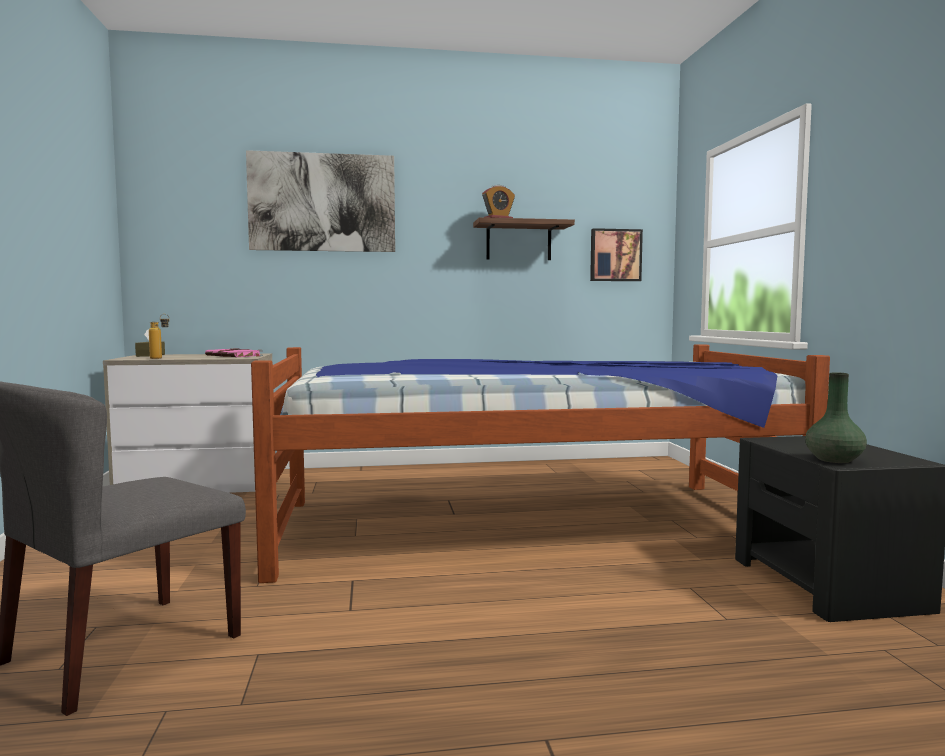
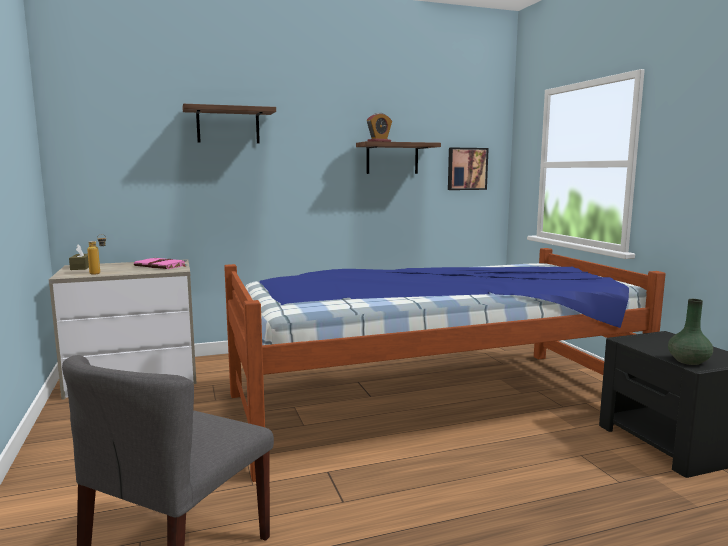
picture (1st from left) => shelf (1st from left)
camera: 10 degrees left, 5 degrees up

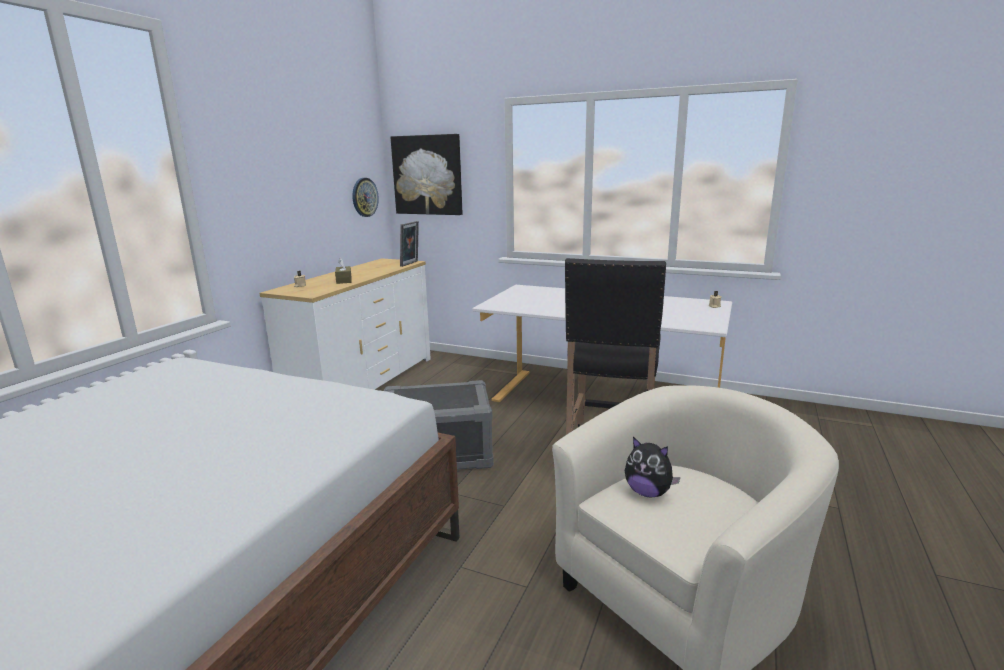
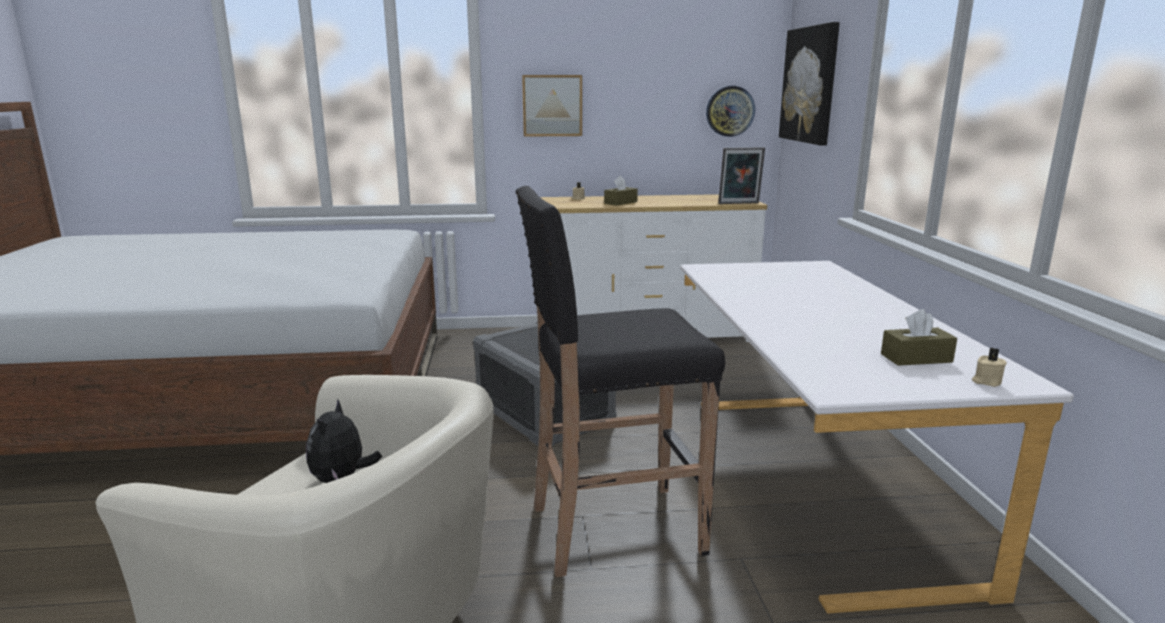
nothing => picture (1st from left)
nothing => tissue box (brown) (2nd from left)
camera: 60 degrees right, 0 degrees up

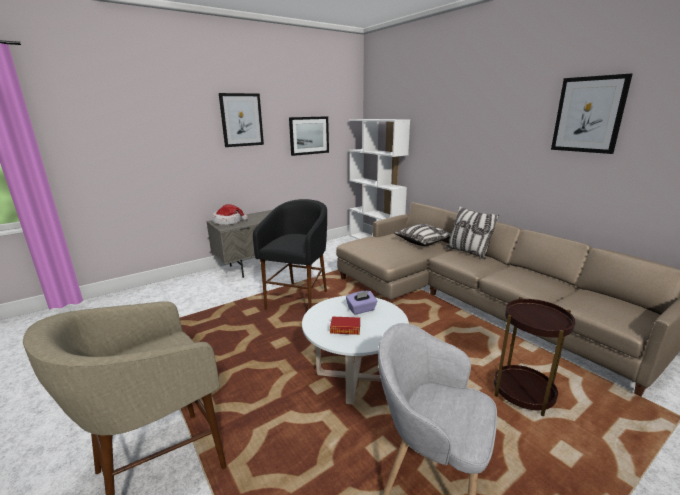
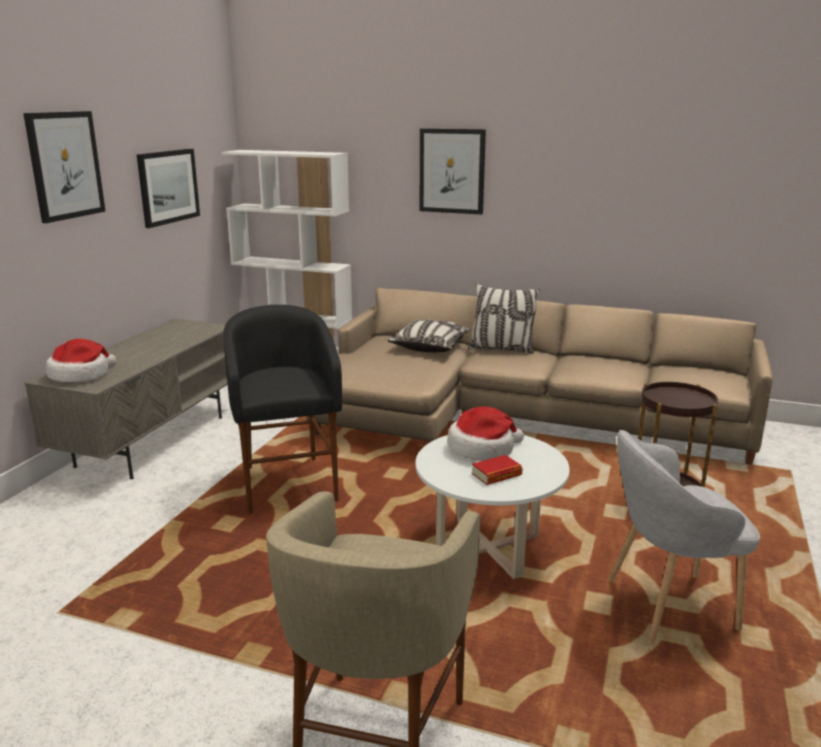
picture (3rd from left), moved
tissue box (purple) => hat (2nd from left)
camera: 35 degrees left, 0 degrees up

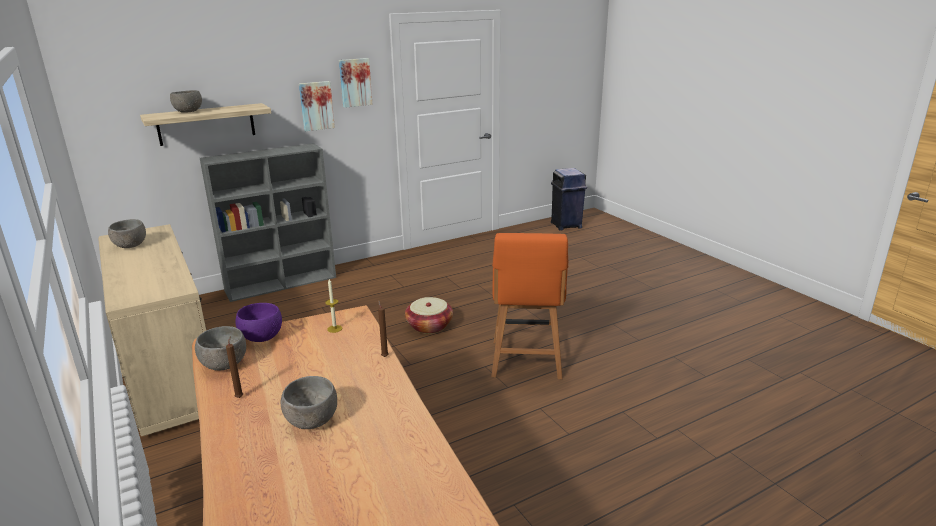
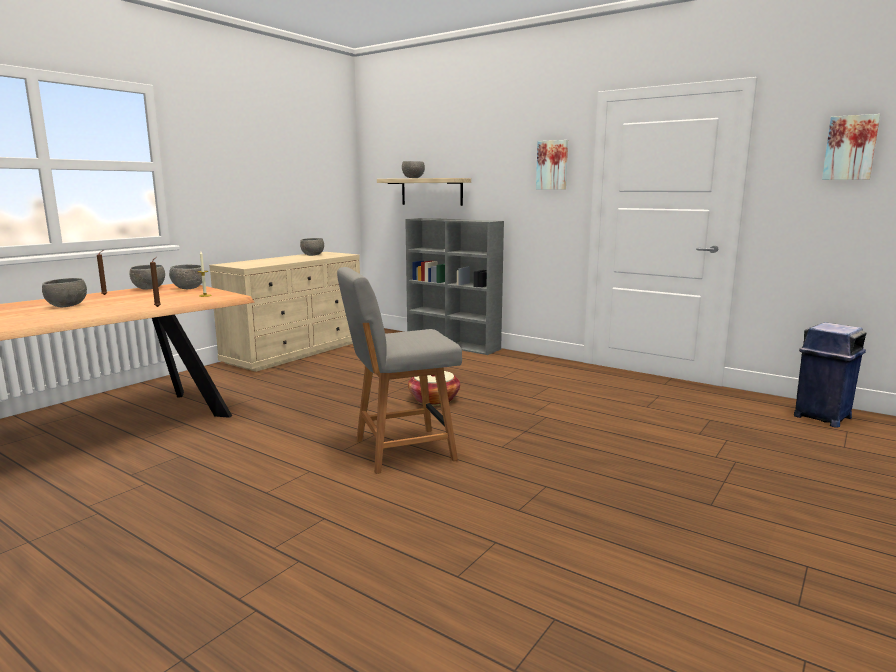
picture (1st from left in the first image) => picture (2nd from left), moved
bowl (purple) => bowl (grey) (3rd from left)
chair (orange) => chair (grey)
camera: 65 degrees right, 10 degrees down

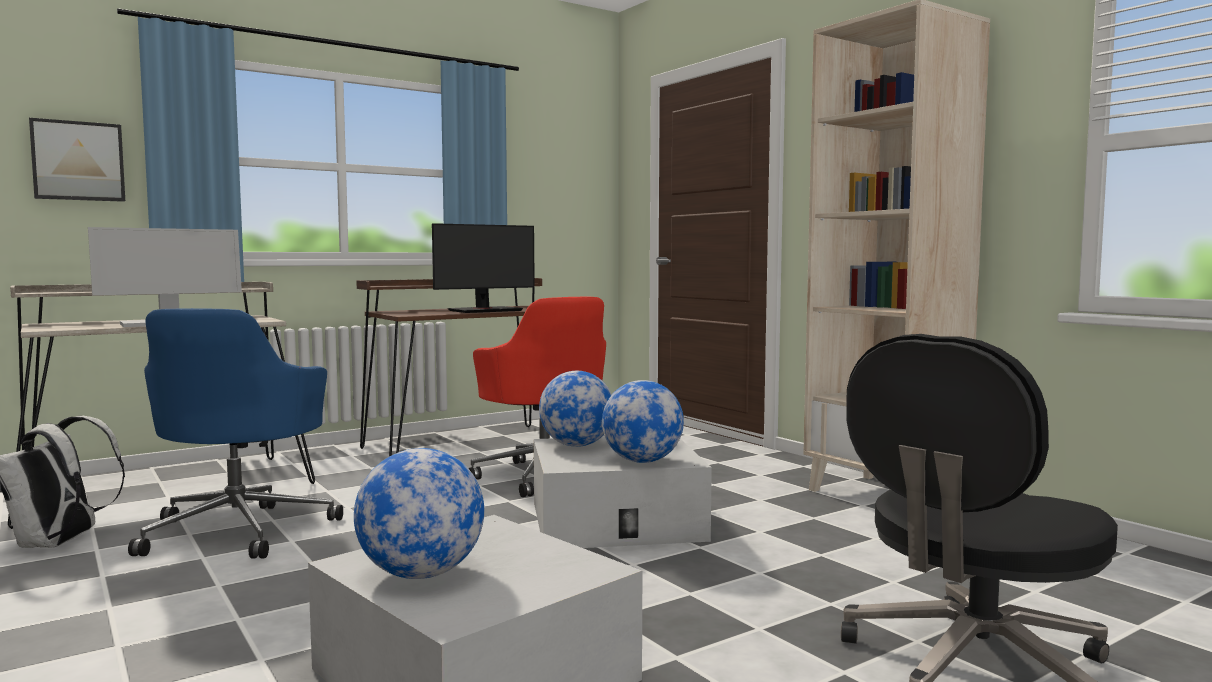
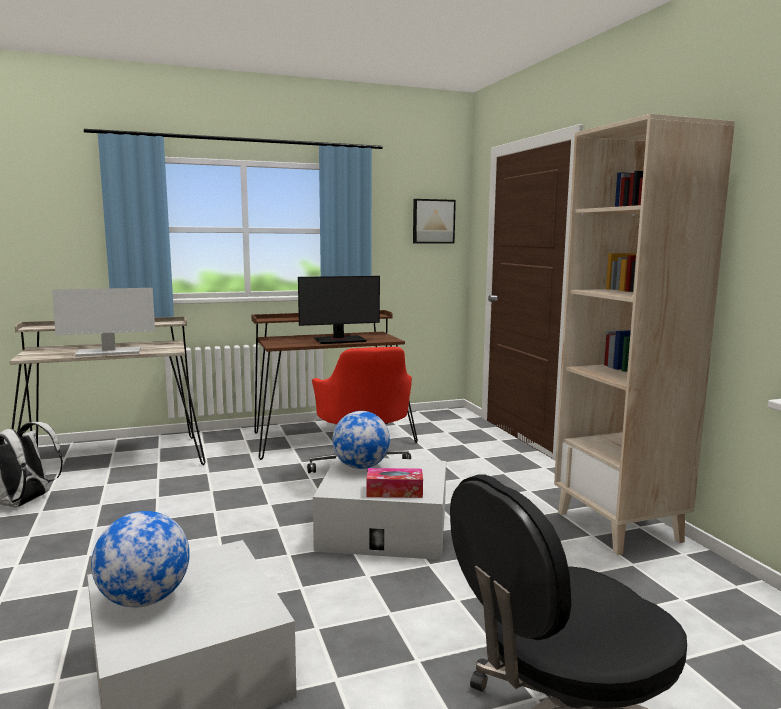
office chair (blue) => nothing
picture, moved
globe (3rd from left) => tissue box
camera: 15 degrees right, 5 degrees up

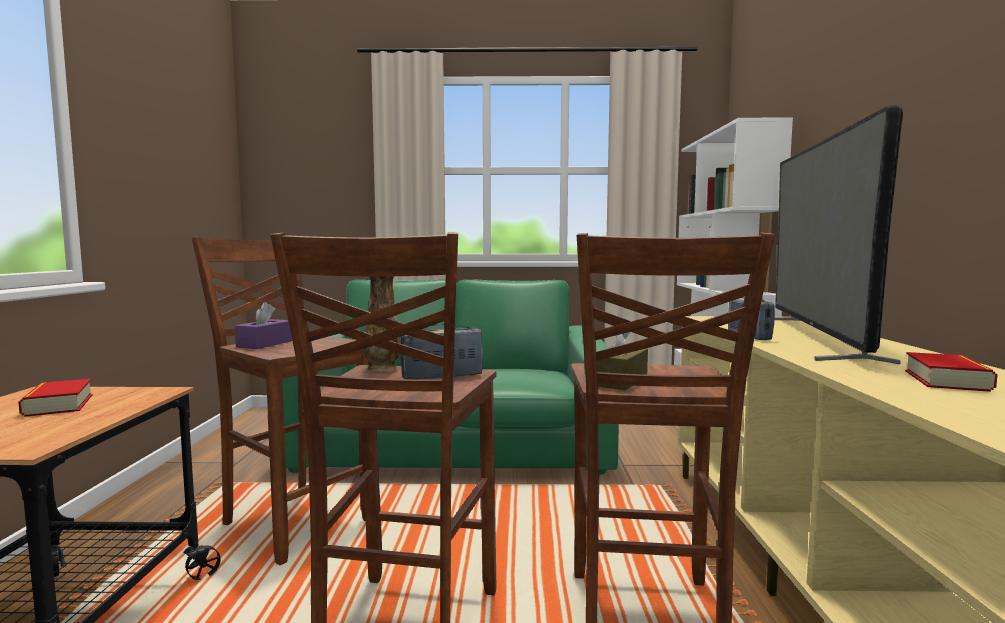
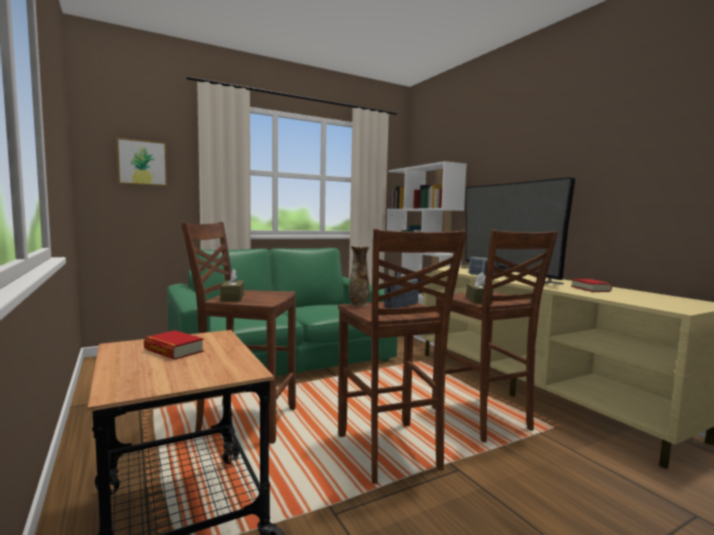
nothing => picture
tissue box (purple) => tissue box (brown) (1st from left)
camera: 30 degrees left, 0 degrees up

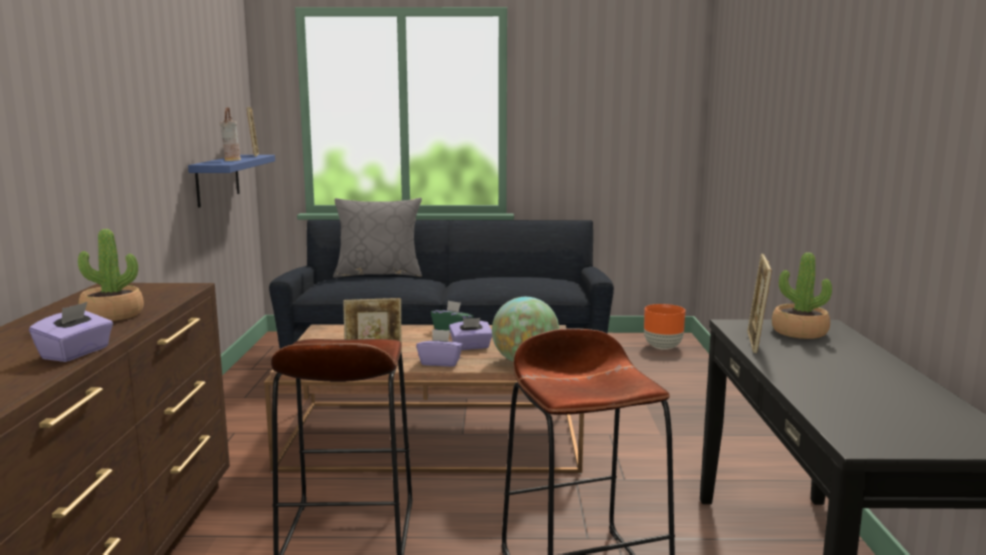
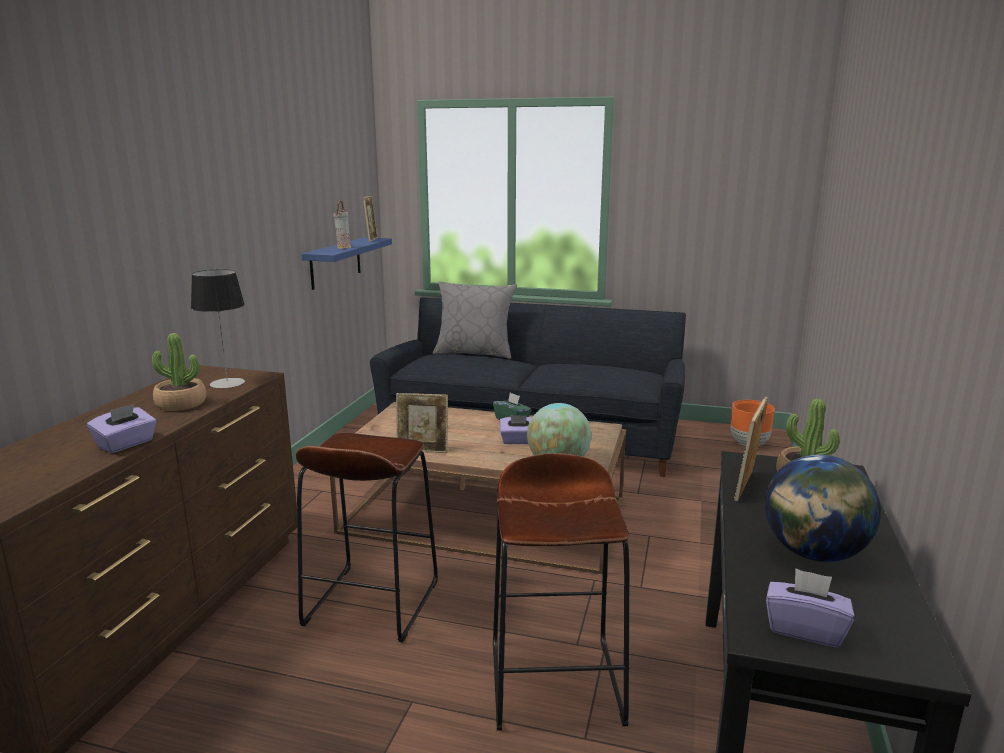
nothing => table lamp
nothing => globe (2nd from left)
tissue box (purple) (2nd from left in the first image) => tissue box (purple) (3rd from left), moved
camera: 15 degrees right, 5 degrees up

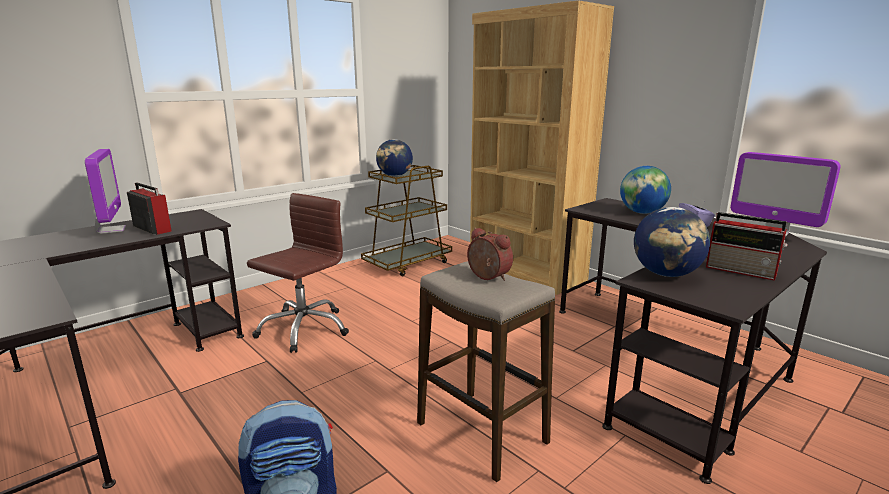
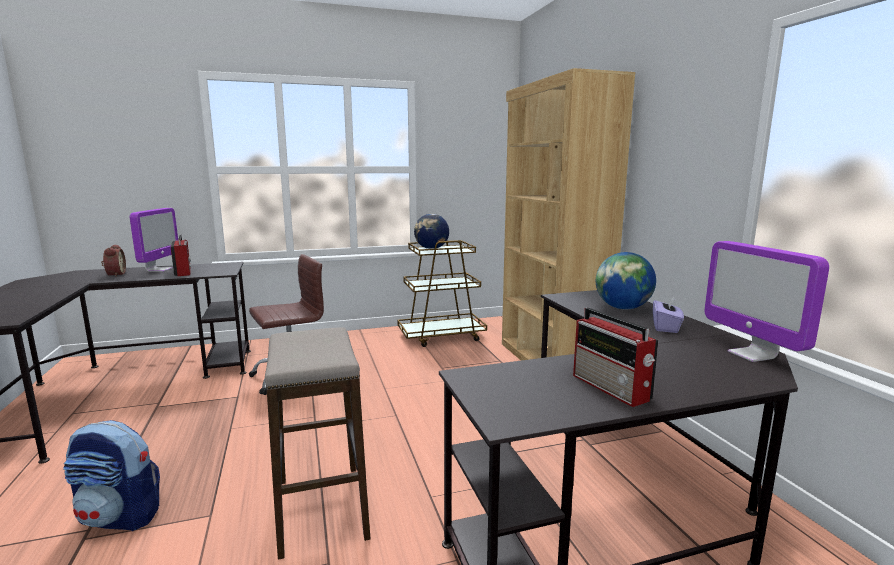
globe (3rd from left) => nothing
alarm clock, moved
camera: 25 degrees right, 5 degrees down

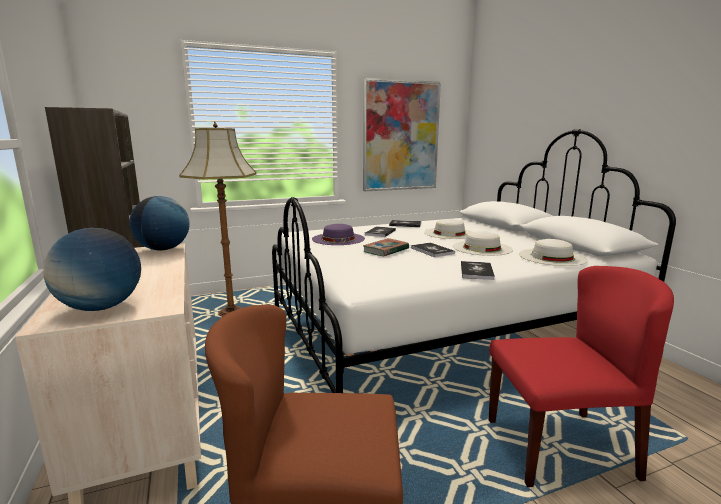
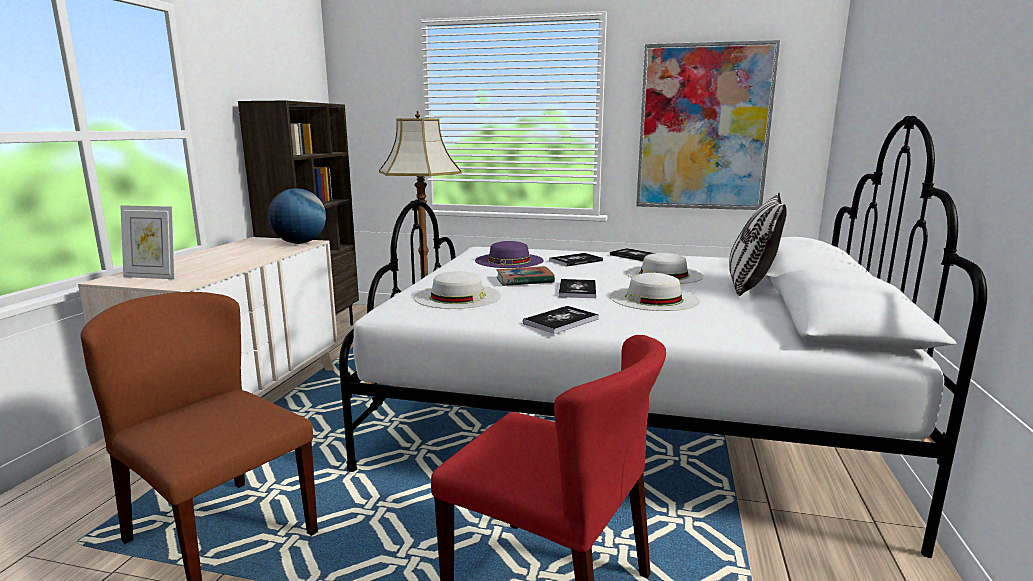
nothing => pillow
hat (white) (3rd from left in the first image) => hat (white) (1st from left), moved
globe (1st from left) => picture frame
camera: 35 degrees right, 0 degrees up

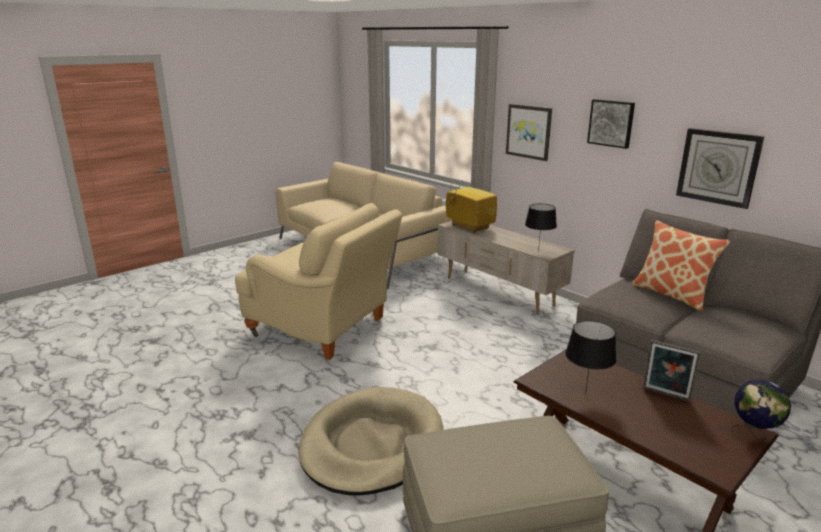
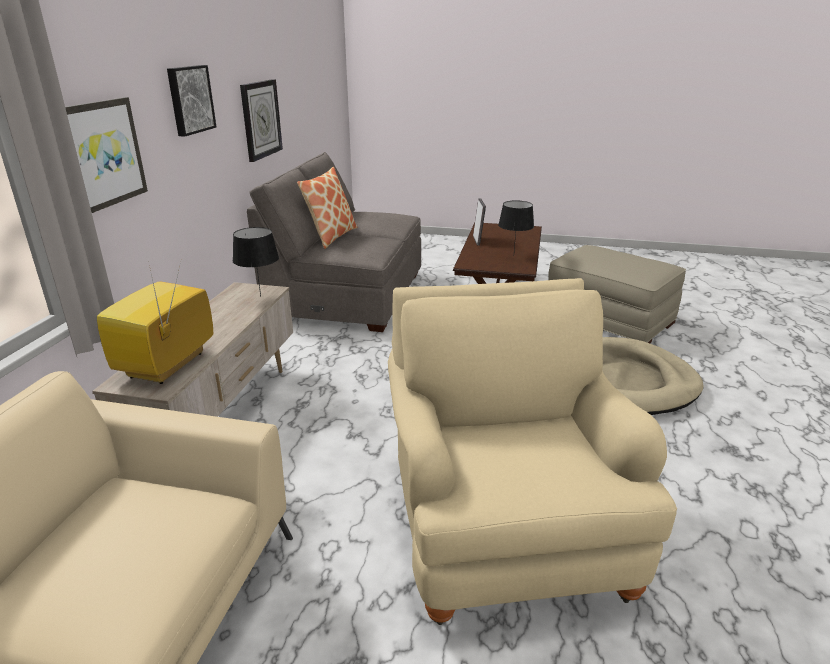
globe => nothing
camera: 125 degrees left, 5 degrees up

